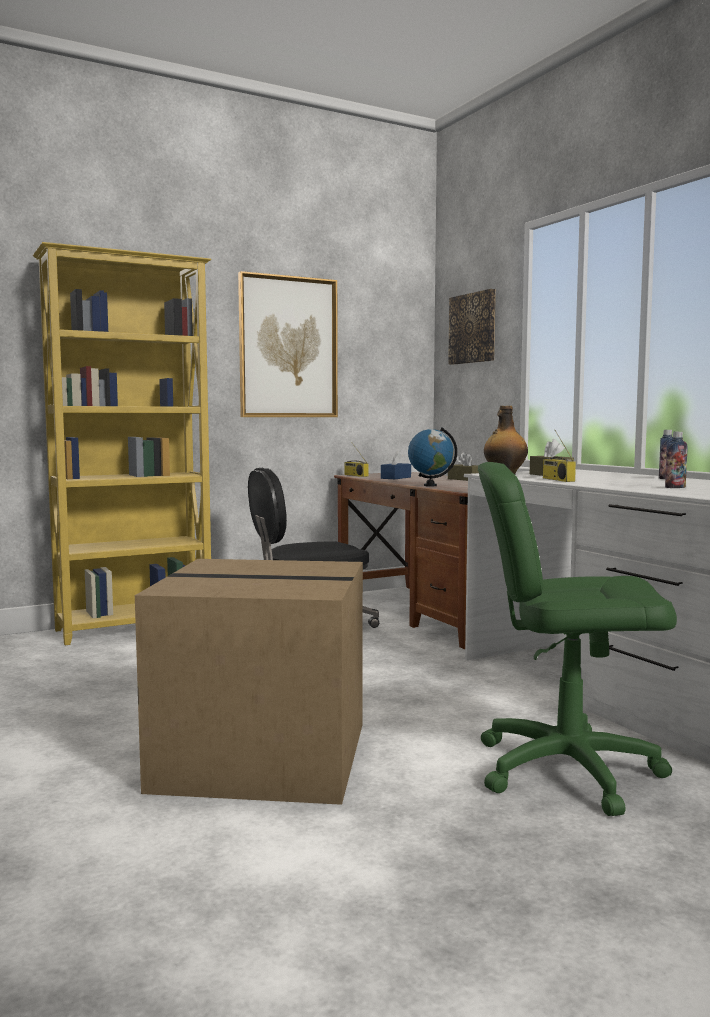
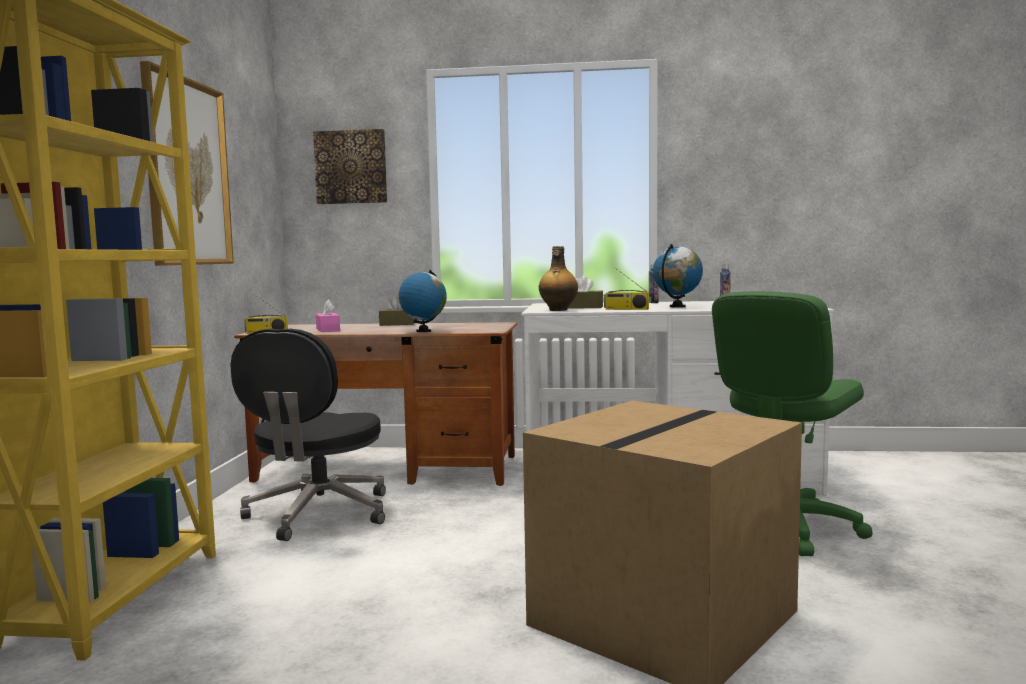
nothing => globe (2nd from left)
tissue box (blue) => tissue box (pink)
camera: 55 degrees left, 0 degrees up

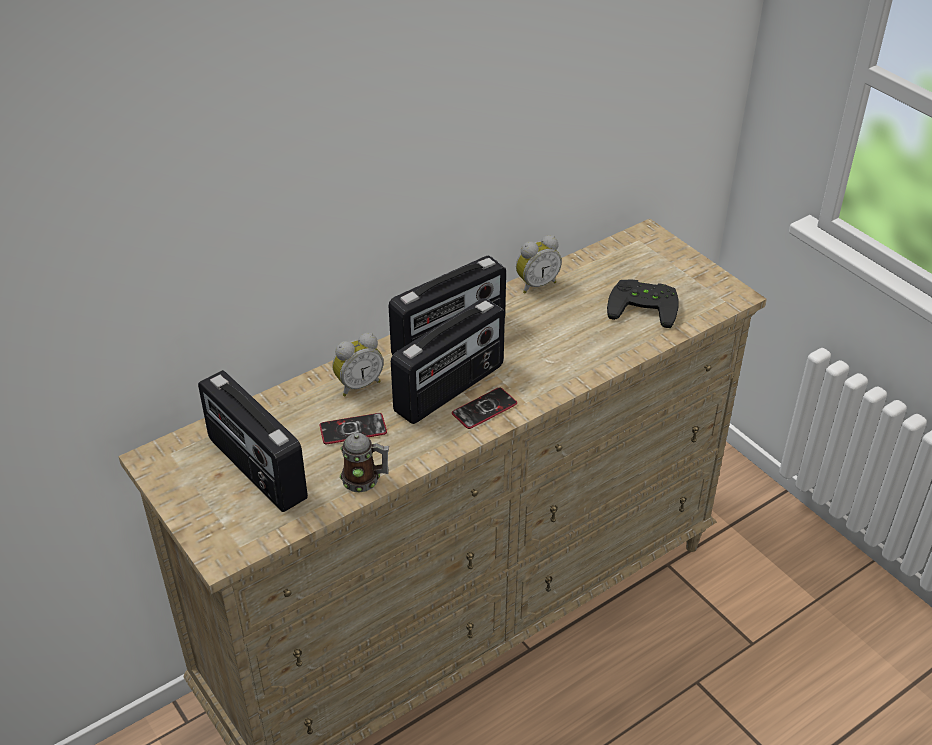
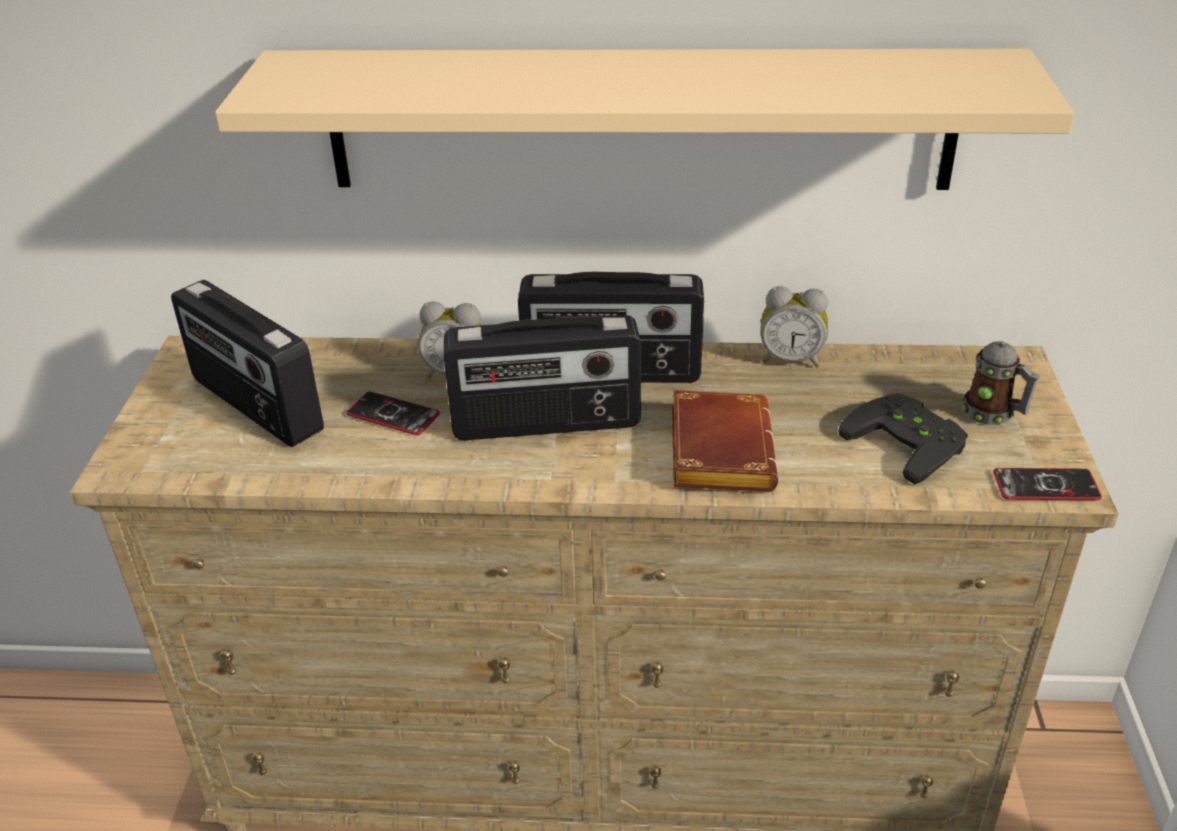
nothing => shelf (beige)
nothing => book (brown)
mug, moved
phone (2nd from left), moved
radio (1st from left), 45 degrees counterclockwise
camera: 40 degrees right, 5 degrees down

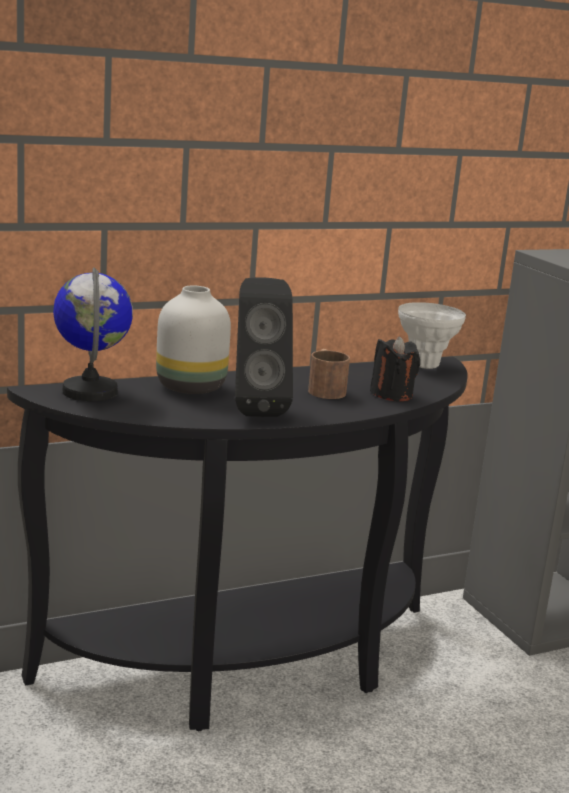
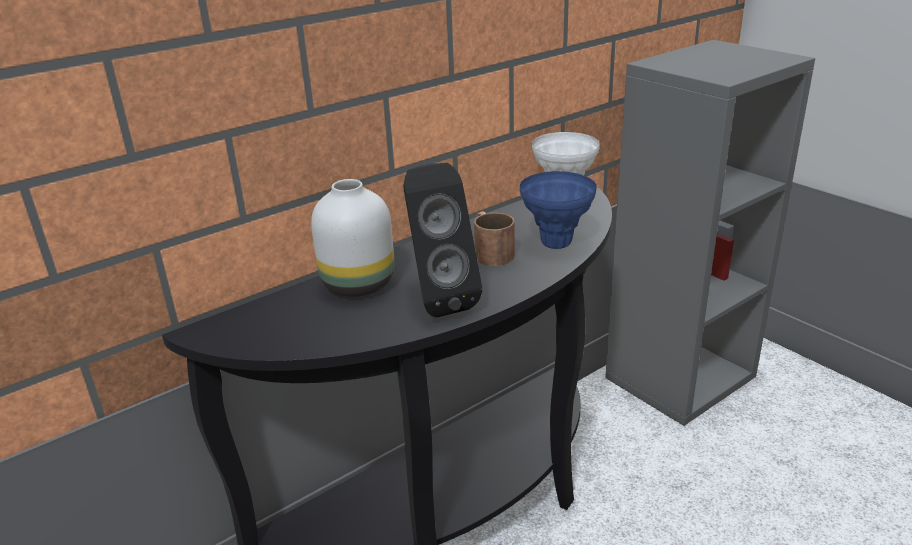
globe => nothing
candle (black) => vase (blue)
camera: 10 degrees left, 10 degrees up

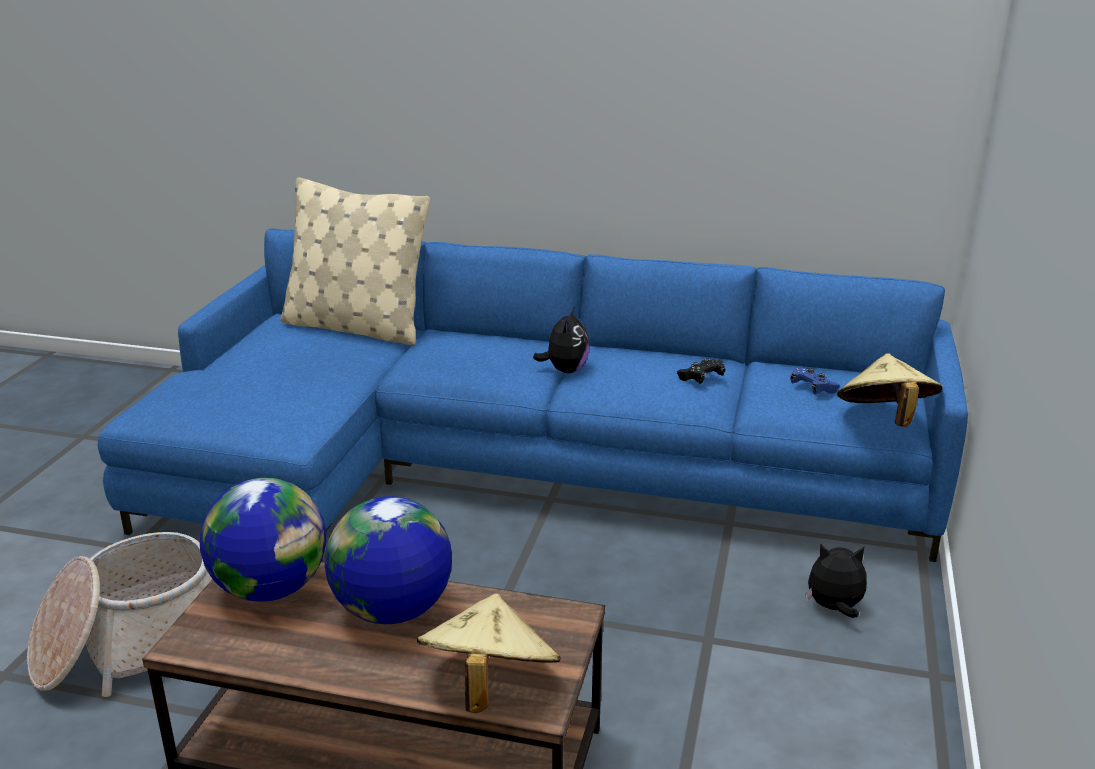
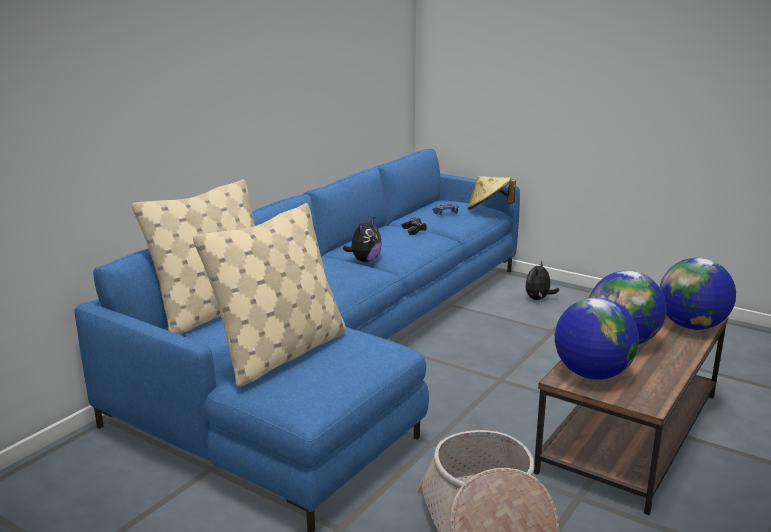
nothing => pillow (beige) (2nd from left)
hat (beige) (1st from left) => globe (3rd from left)
plush toy (1st from left), 90 degrees clockwise
camera: 70 degrees left, 5 degrees down

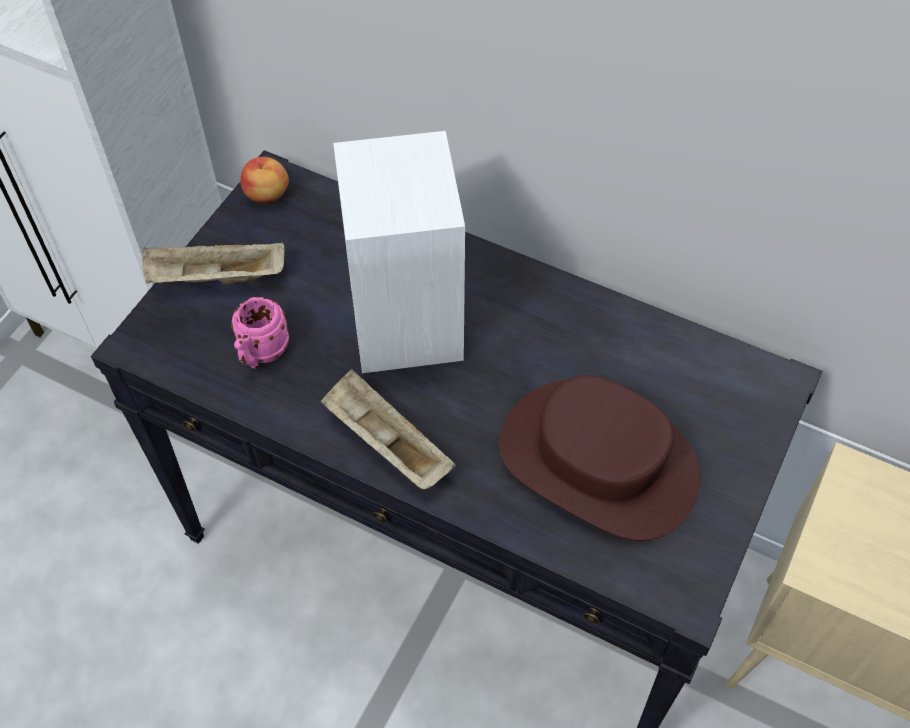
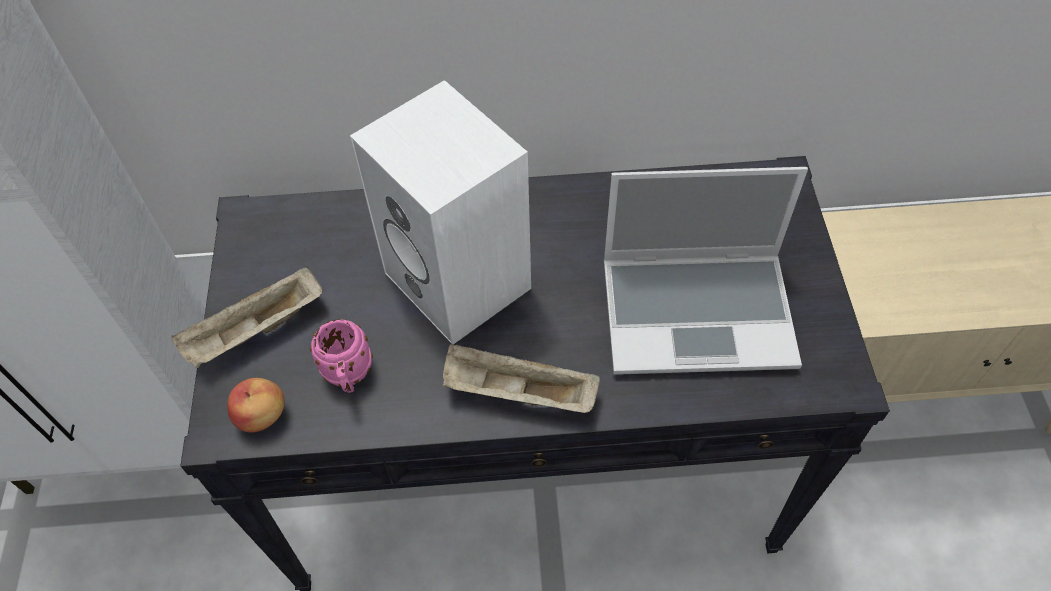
apple, moved
hat (brown) => laptop
camera: 30 degrees left, 0 degrees up

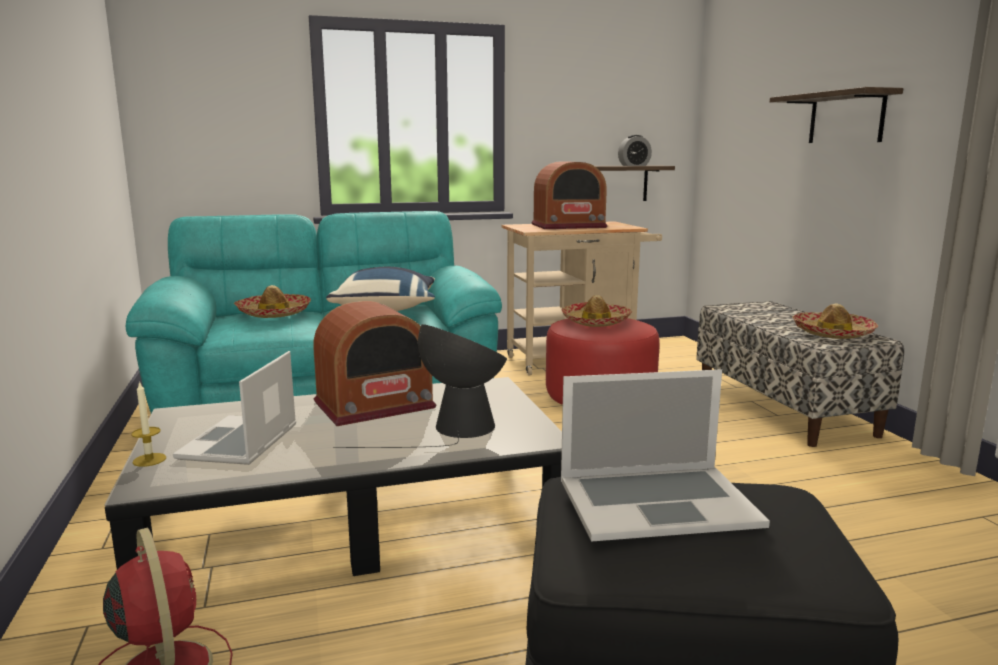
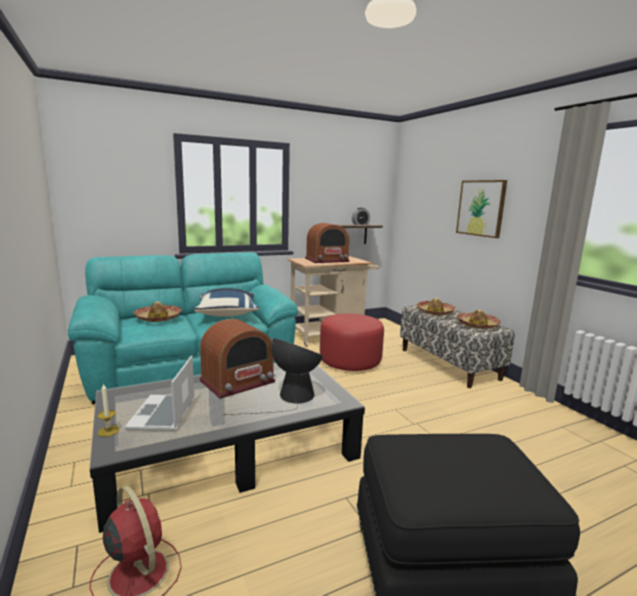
laptop (2nd from left) => nothing
hat (2nd from left), moved
shelf (2nd from left) => picture
camera: 10 degrees left, 0 degrees up

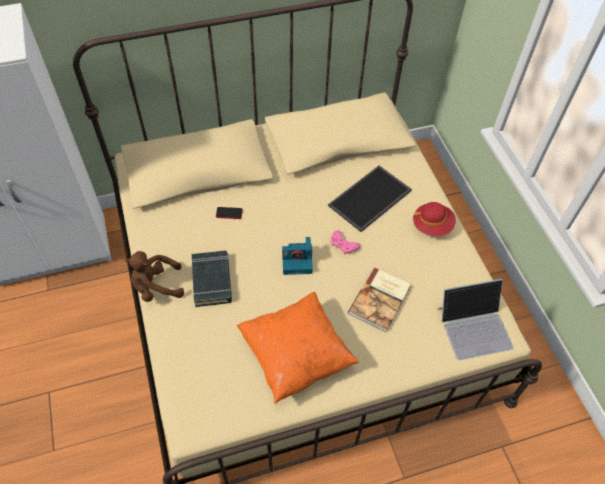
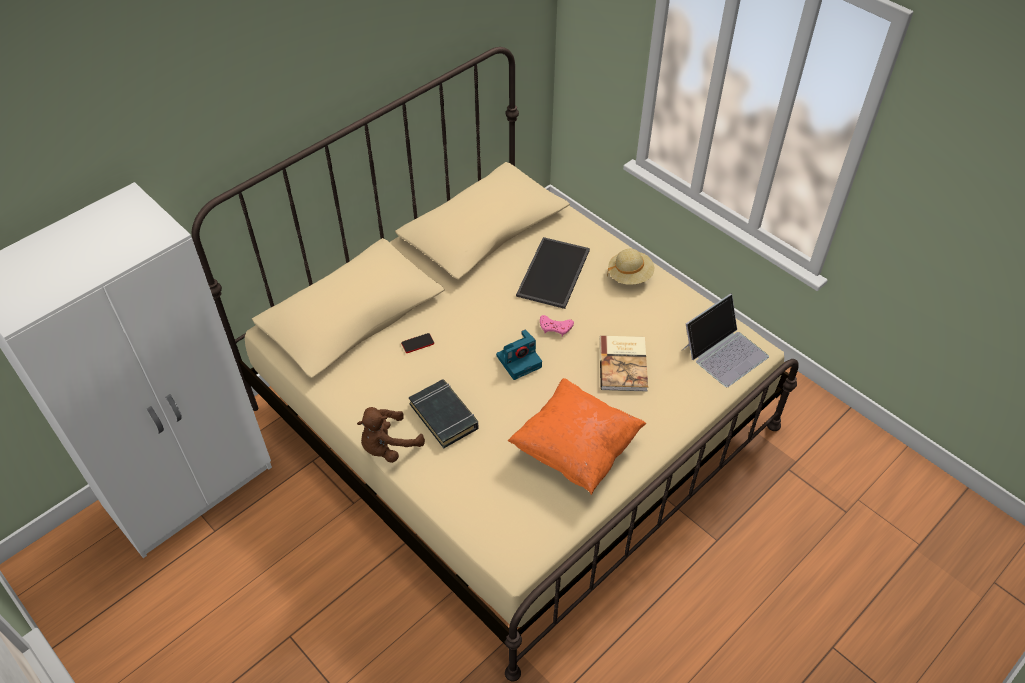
hat (red) => hat (beige)
camera: 25 degrees left, 5 degrees down

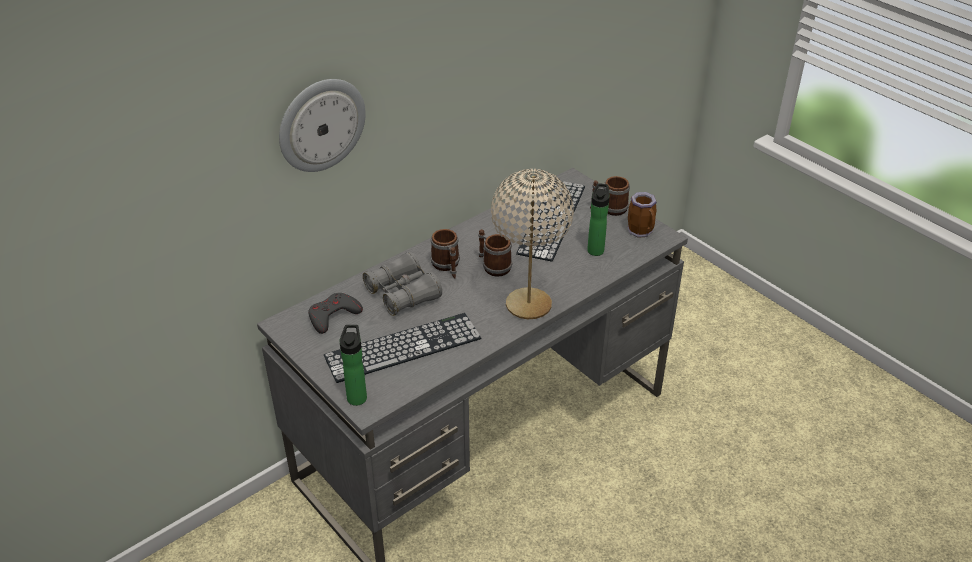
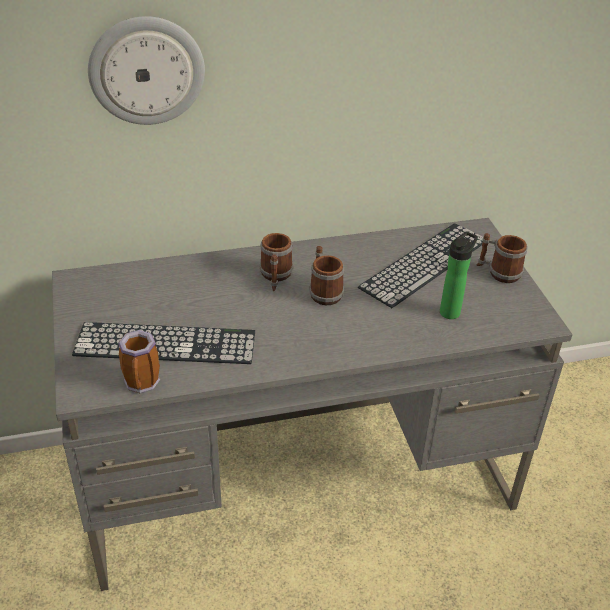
game controller (grey) => nothing
bottle (1st from left) => nothing
binoculars (grey) => nothing
table lamp (beige) => nothing
mug (4th from left in the first image) => mug (1st from left), moved
camera: 25 degrees right, 0 degrees up

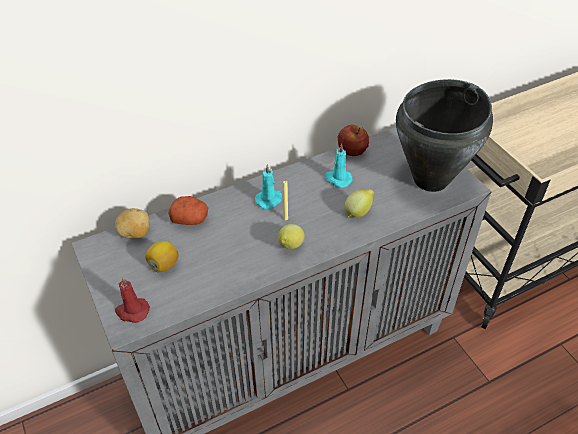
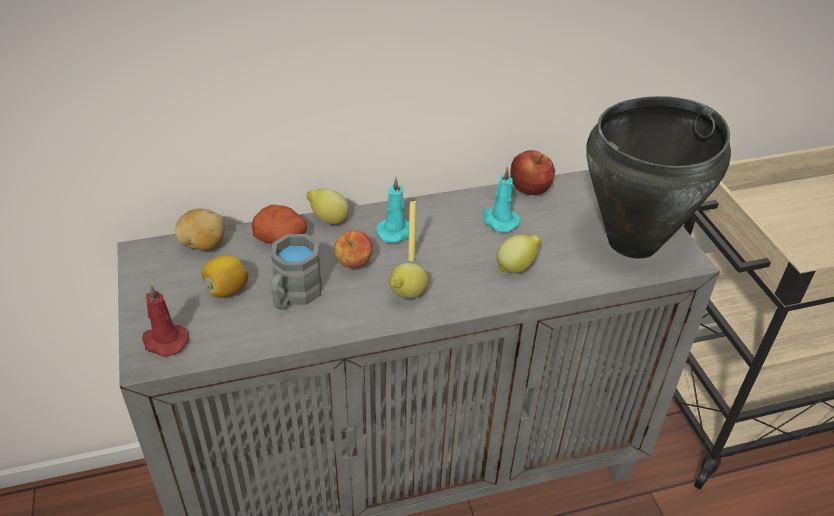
nothing => mug (grey)
nothing => lemon (2nd from left)
nothing => apple (1st from left)
camera: 10 degrees right, 5 degrees down

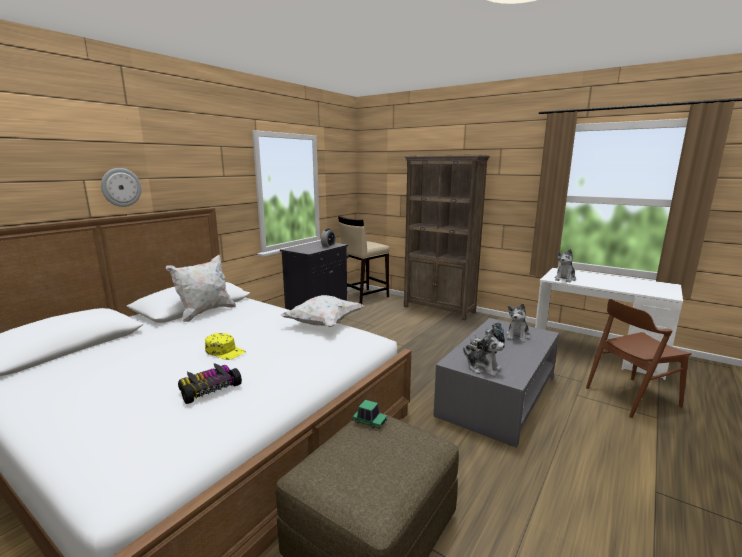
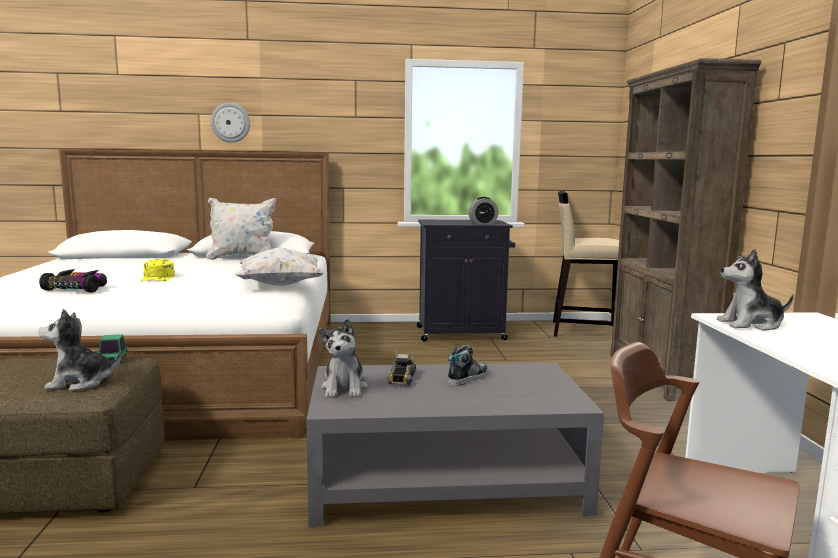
plush toy (2nd from left in the first image) => plush toy (1st from left), moved
camera: 50 degrees right, 5 degrees down

